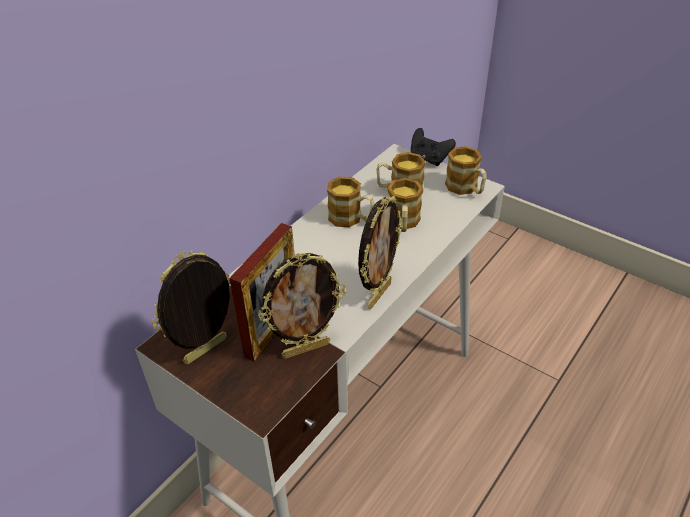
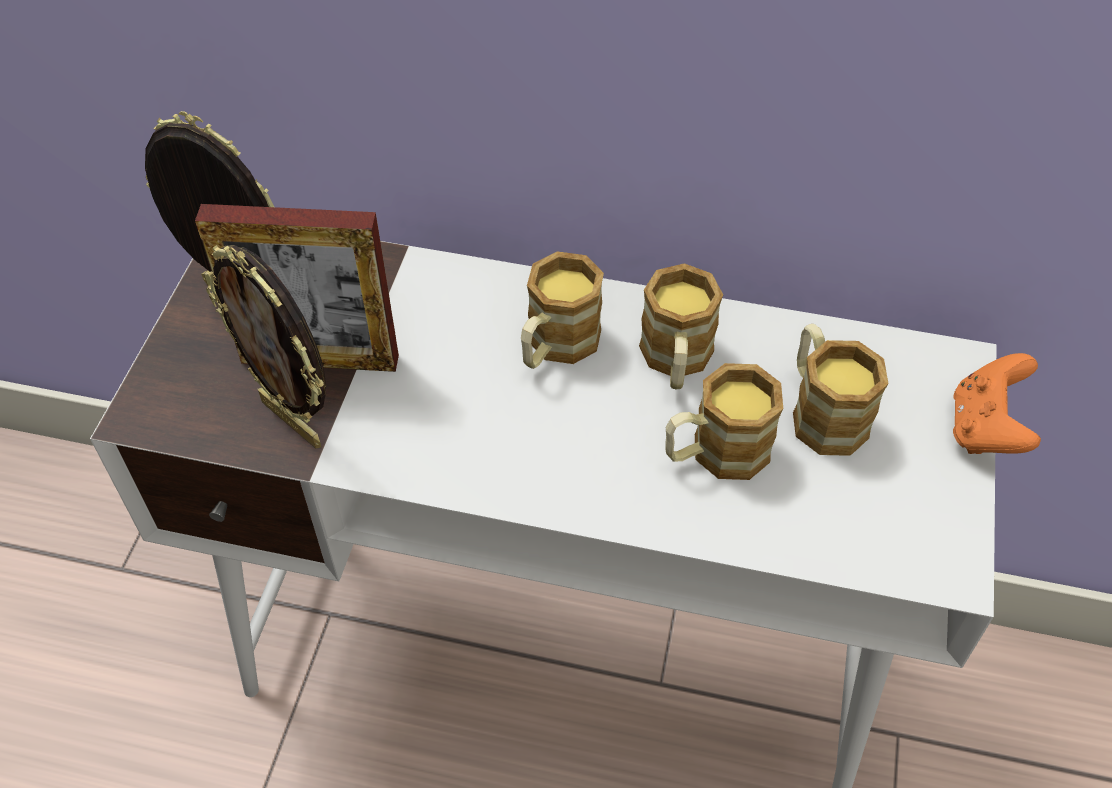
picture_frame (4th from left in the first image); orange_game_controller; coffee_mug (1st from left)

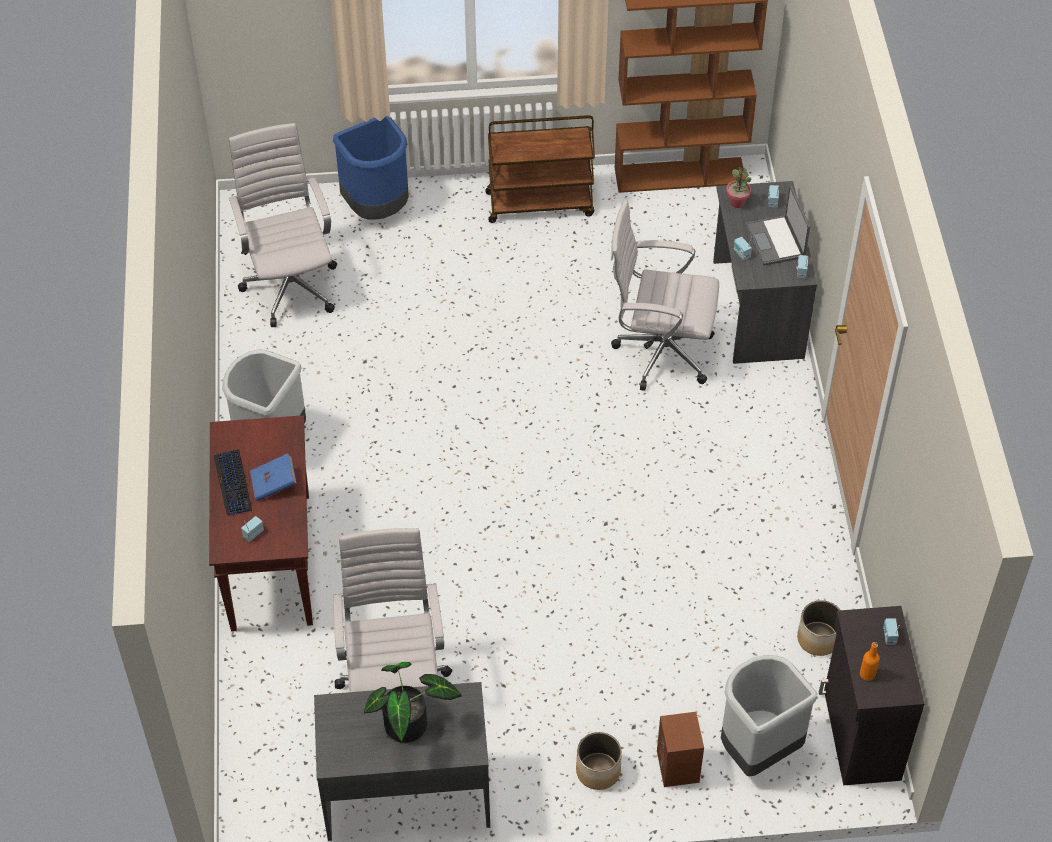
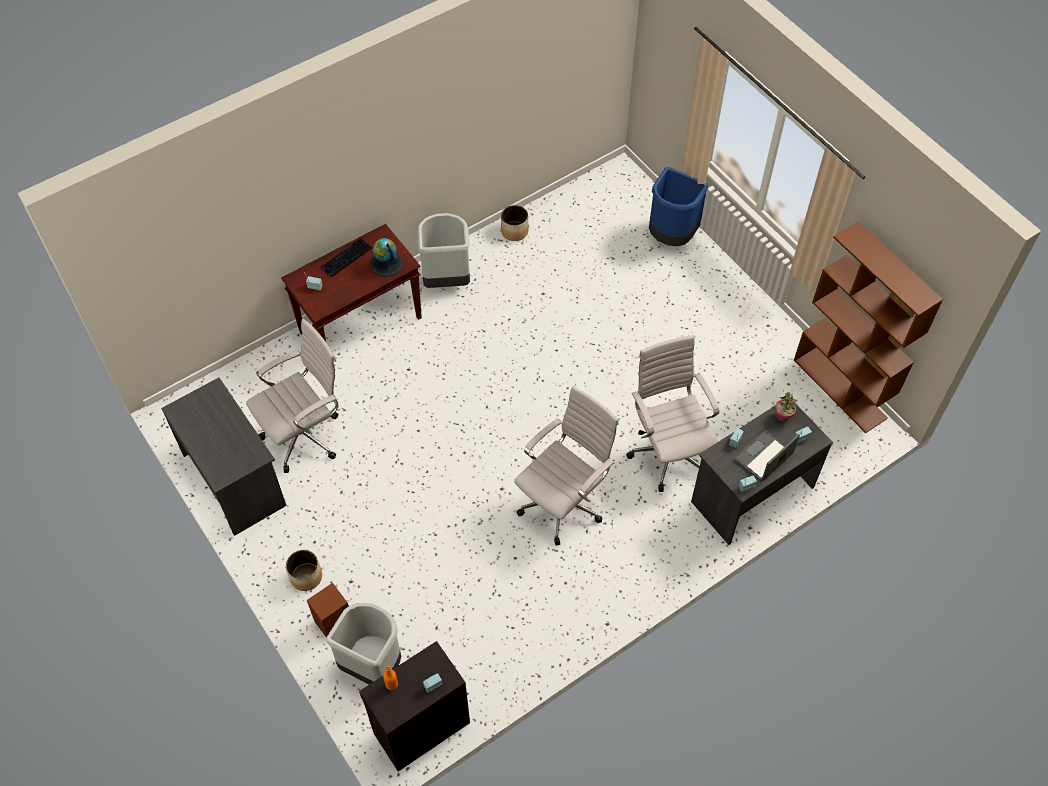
whitish_computer_chair (2nd from left); blue_volume; potted_plant (1st from left in the first image); brownish_cart; flower_pot (2nd from left); world_globe

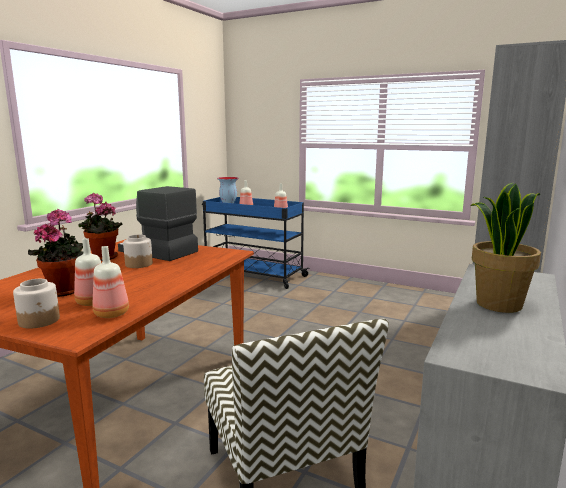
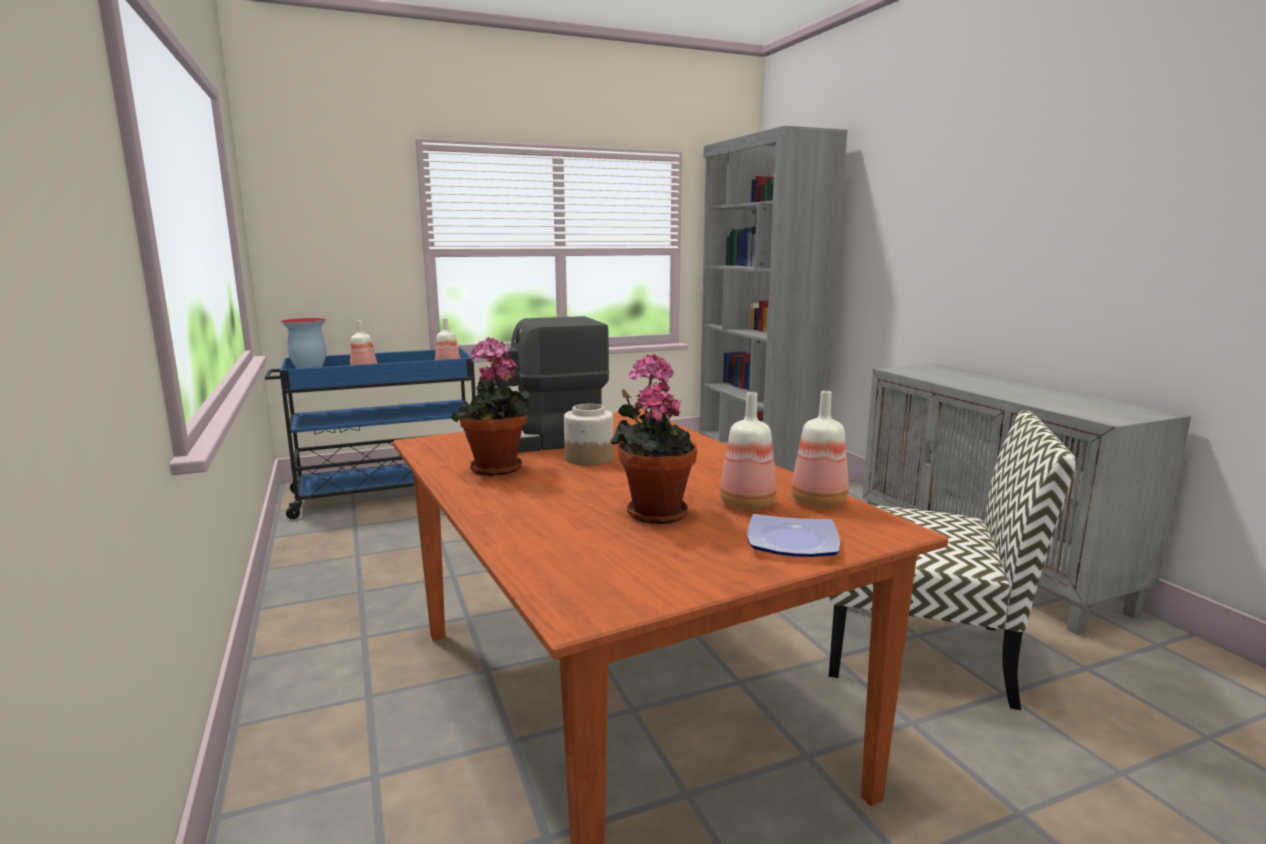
plate; potted_plant (3rd from left in the first image)

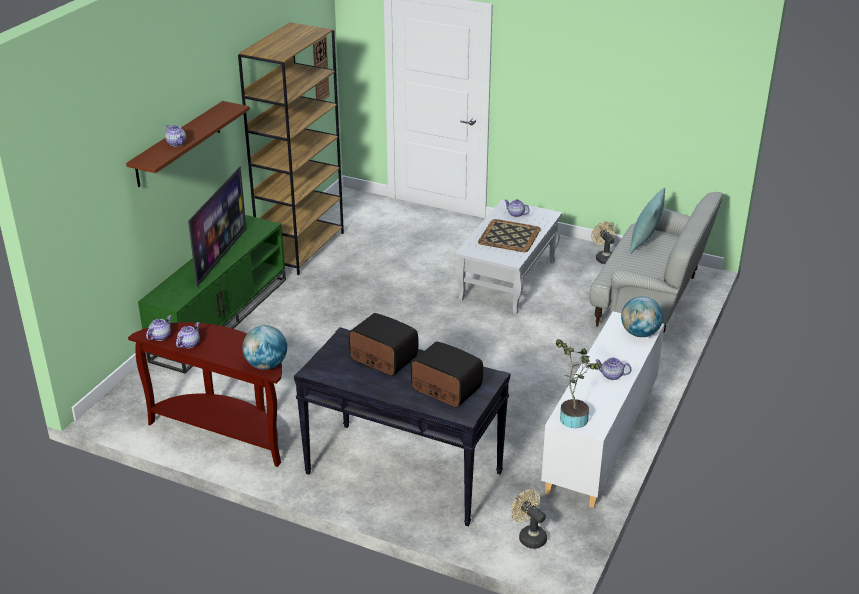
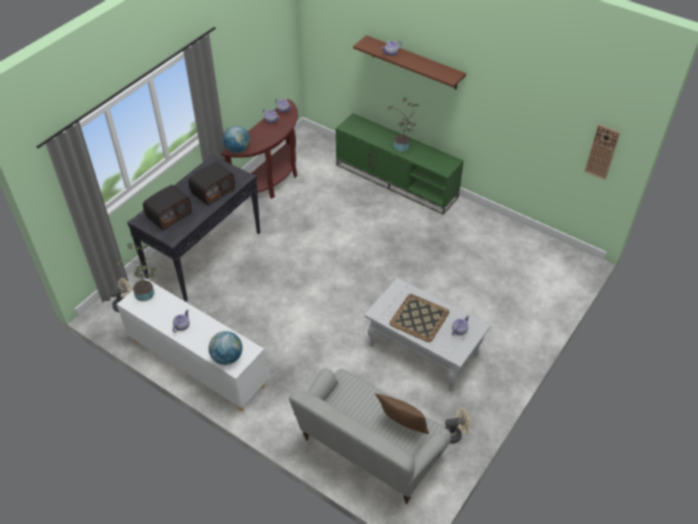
potted_plant (2nd from left); brownish_bookcase; brownish_pillow

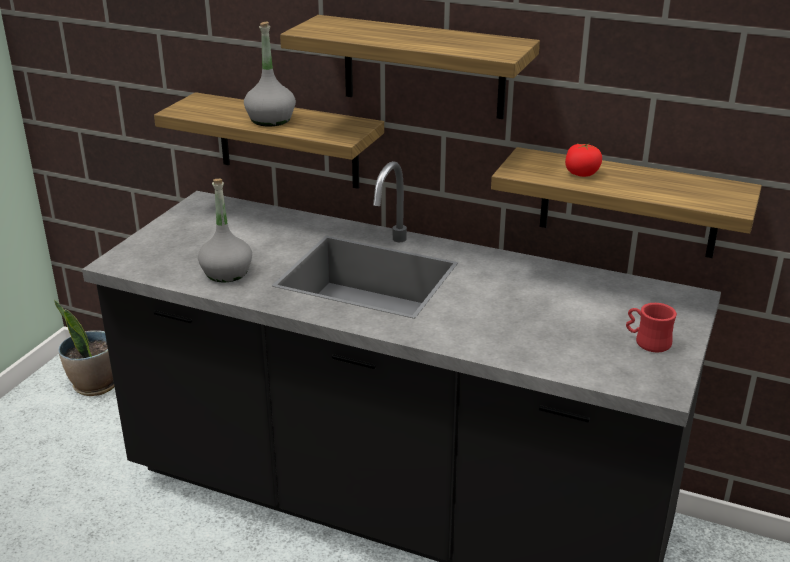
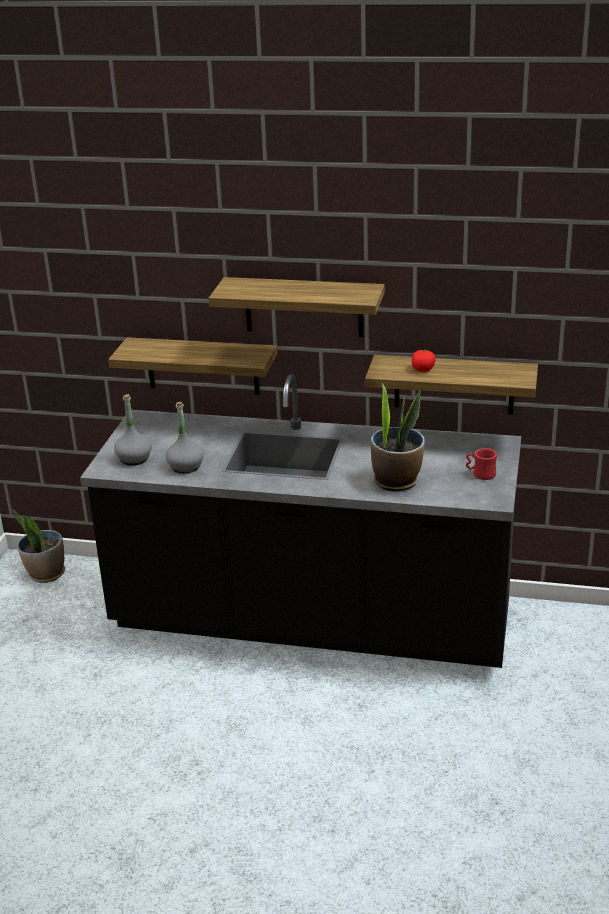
greyish_bottle (1st from left); potted_plant (2nd from left)

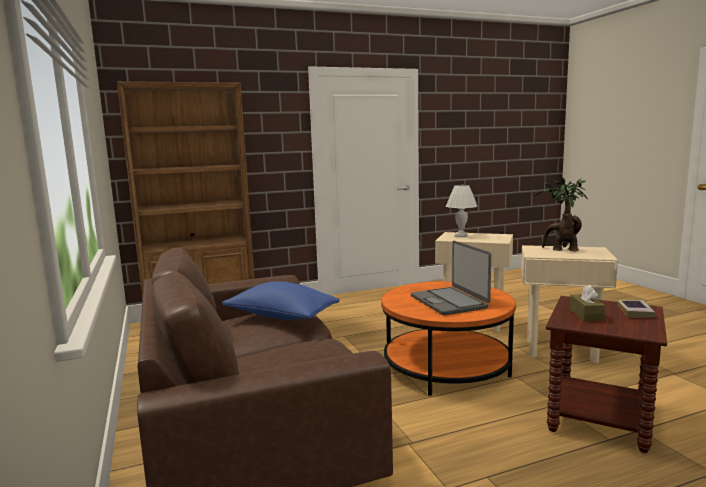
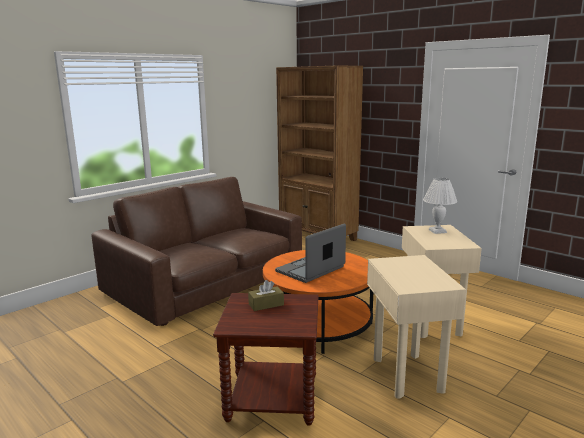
blue_pillow; potted_plant; volume

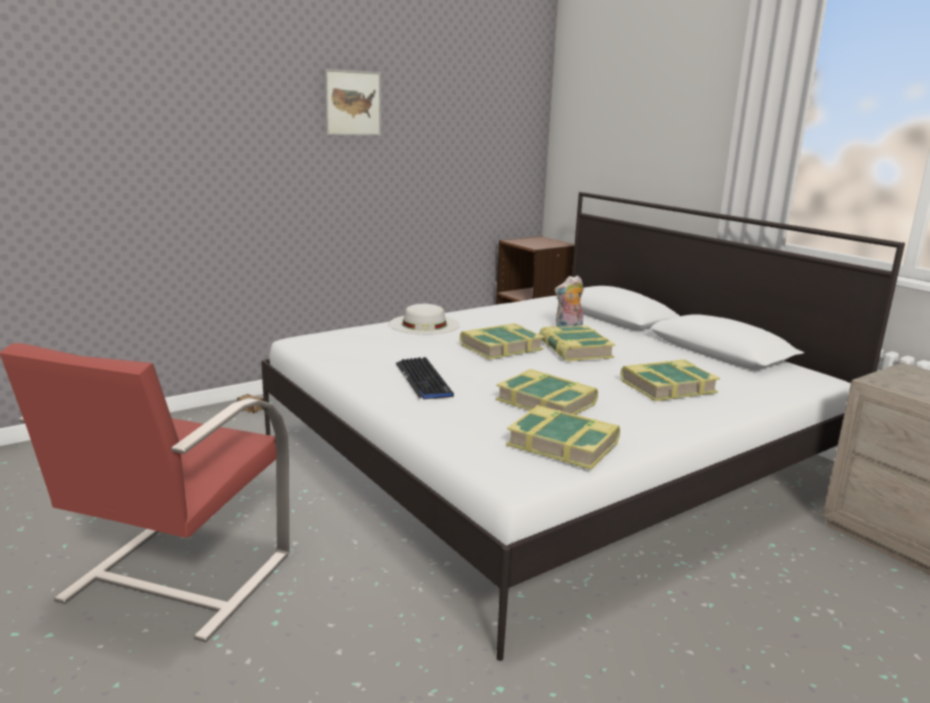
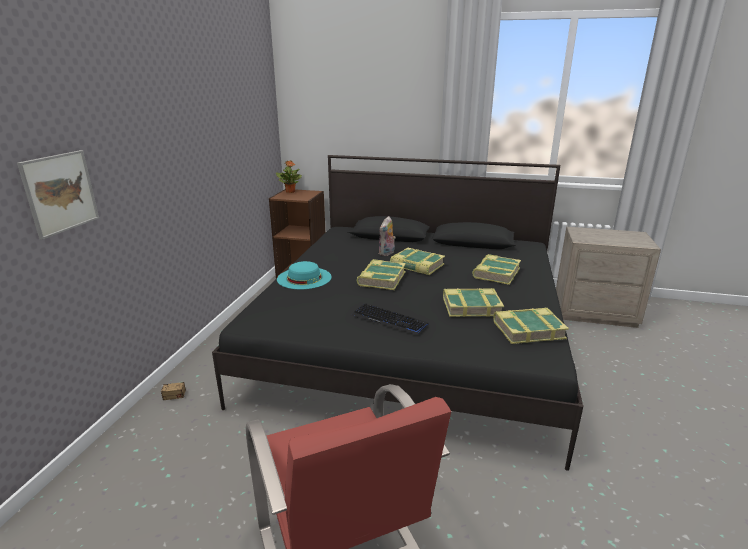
black_sleeping_bed; picture; turquoise-coloured_clothing_hat; potted_plant

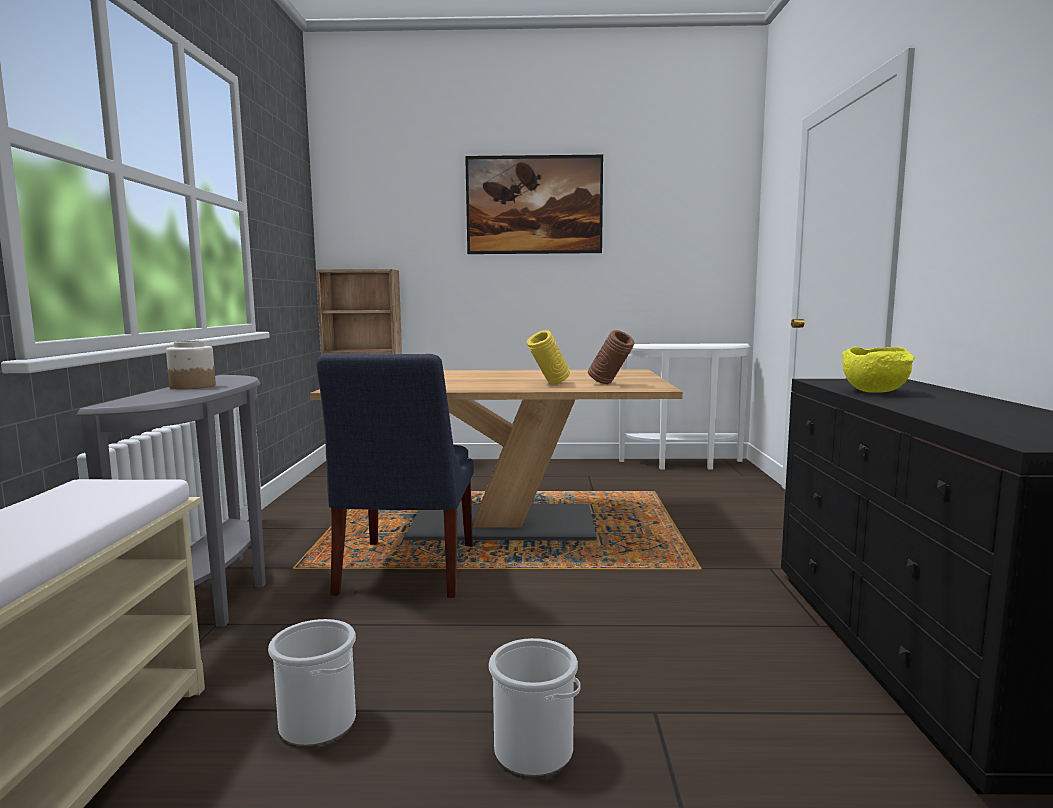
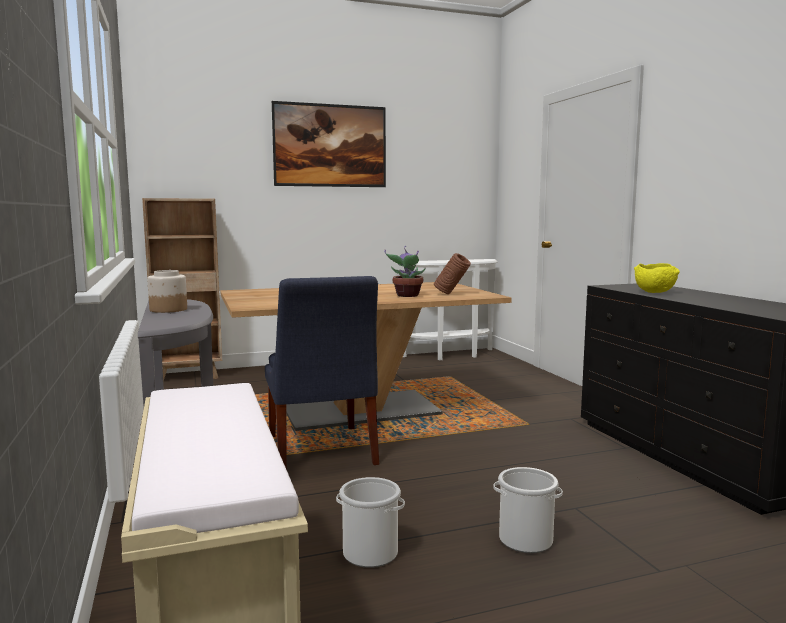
potted_plant

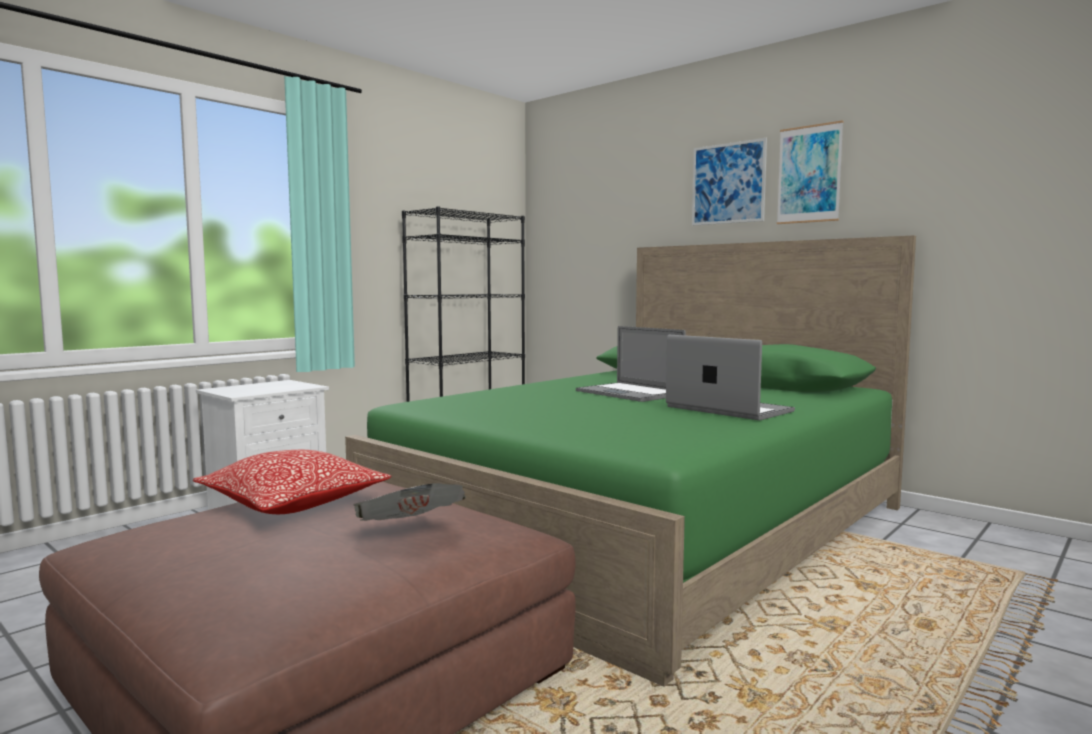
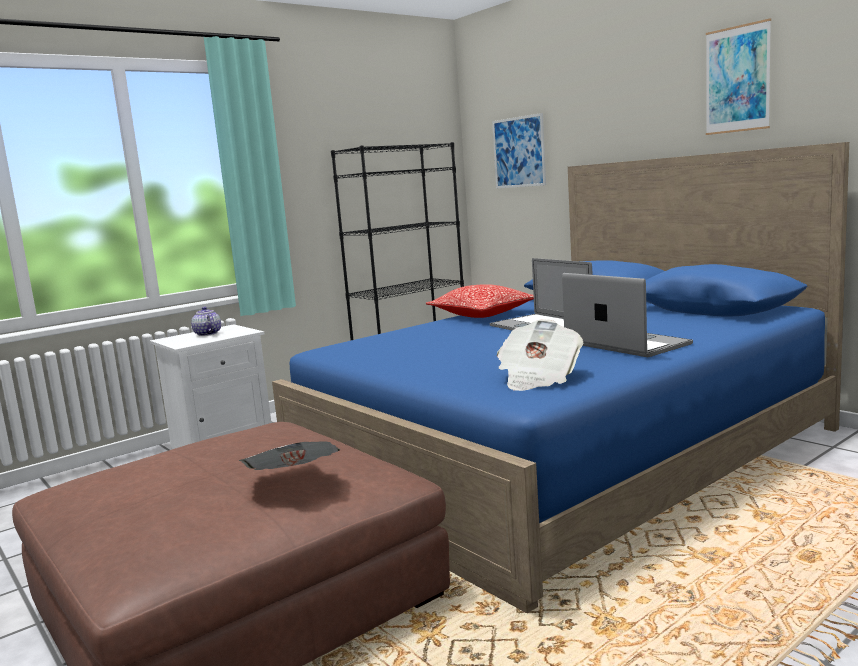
pillow; blue_sleeping_bed; picture (1st from left); tea_pot; daily_paper (2nd from left)

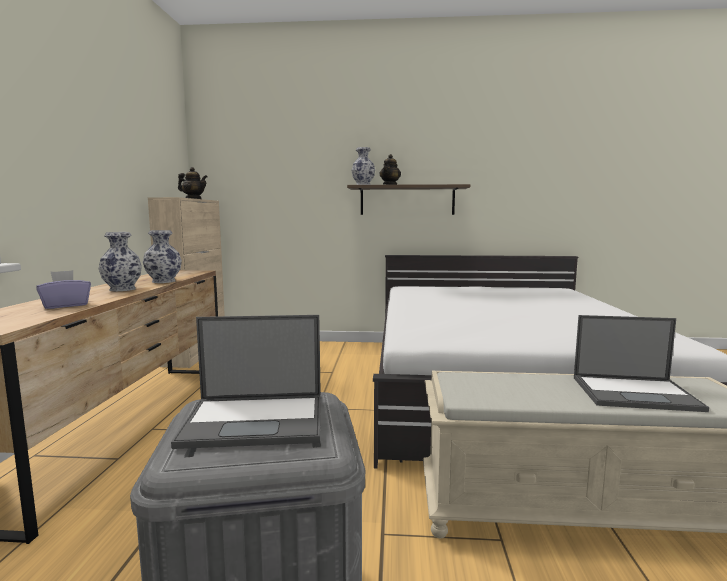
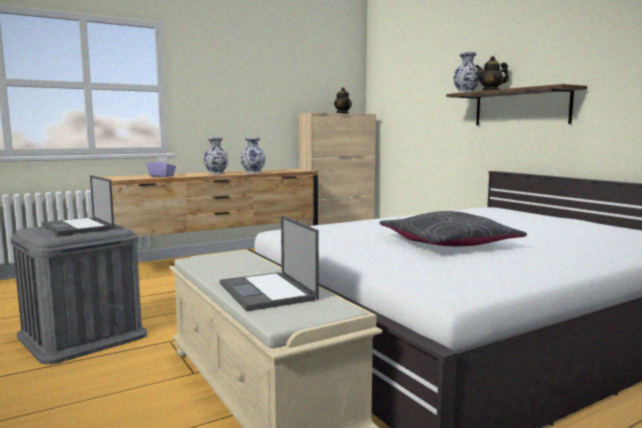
greyish_pillow

